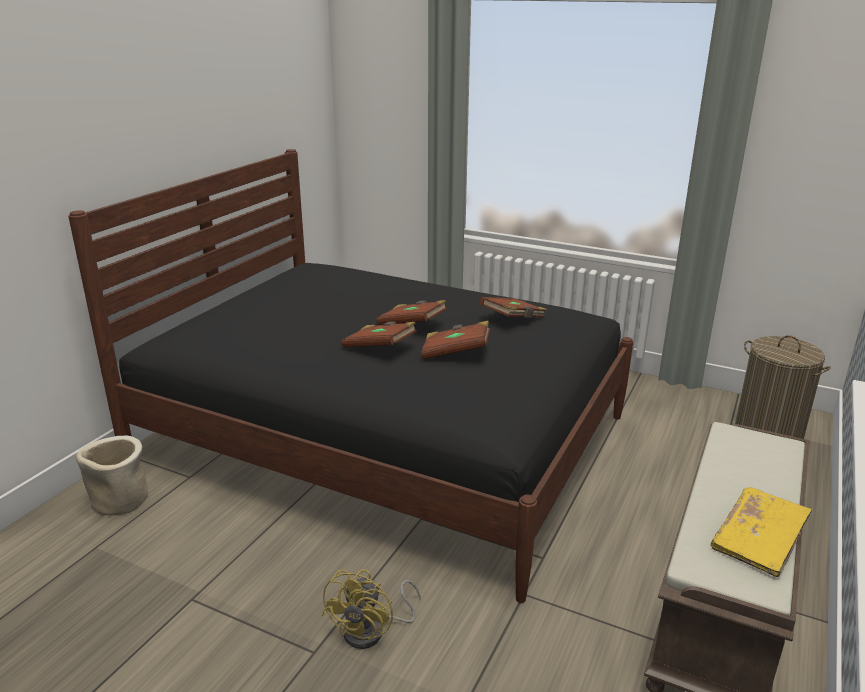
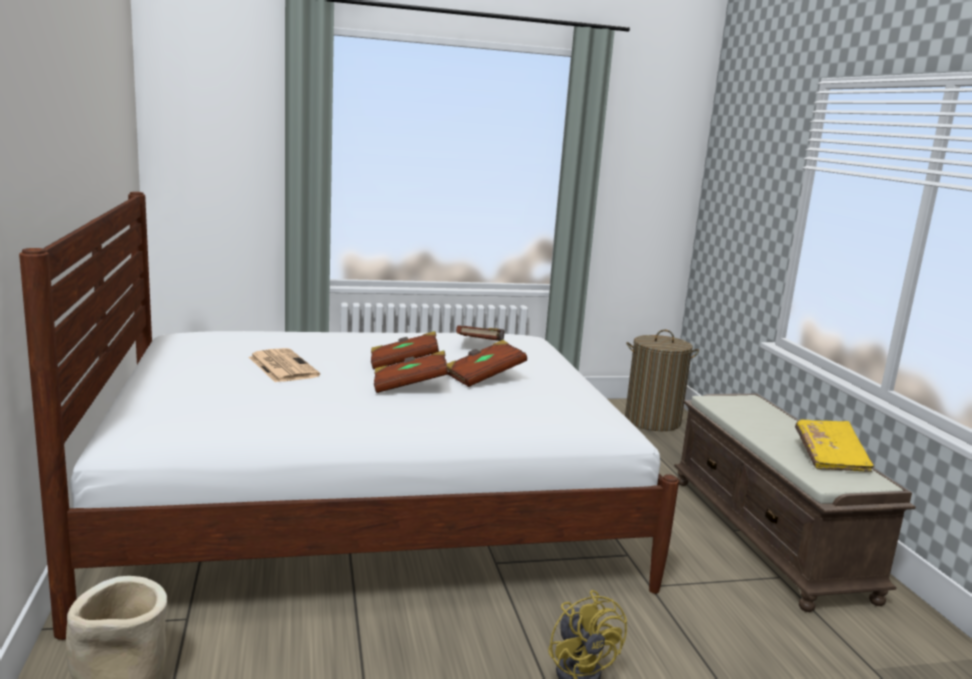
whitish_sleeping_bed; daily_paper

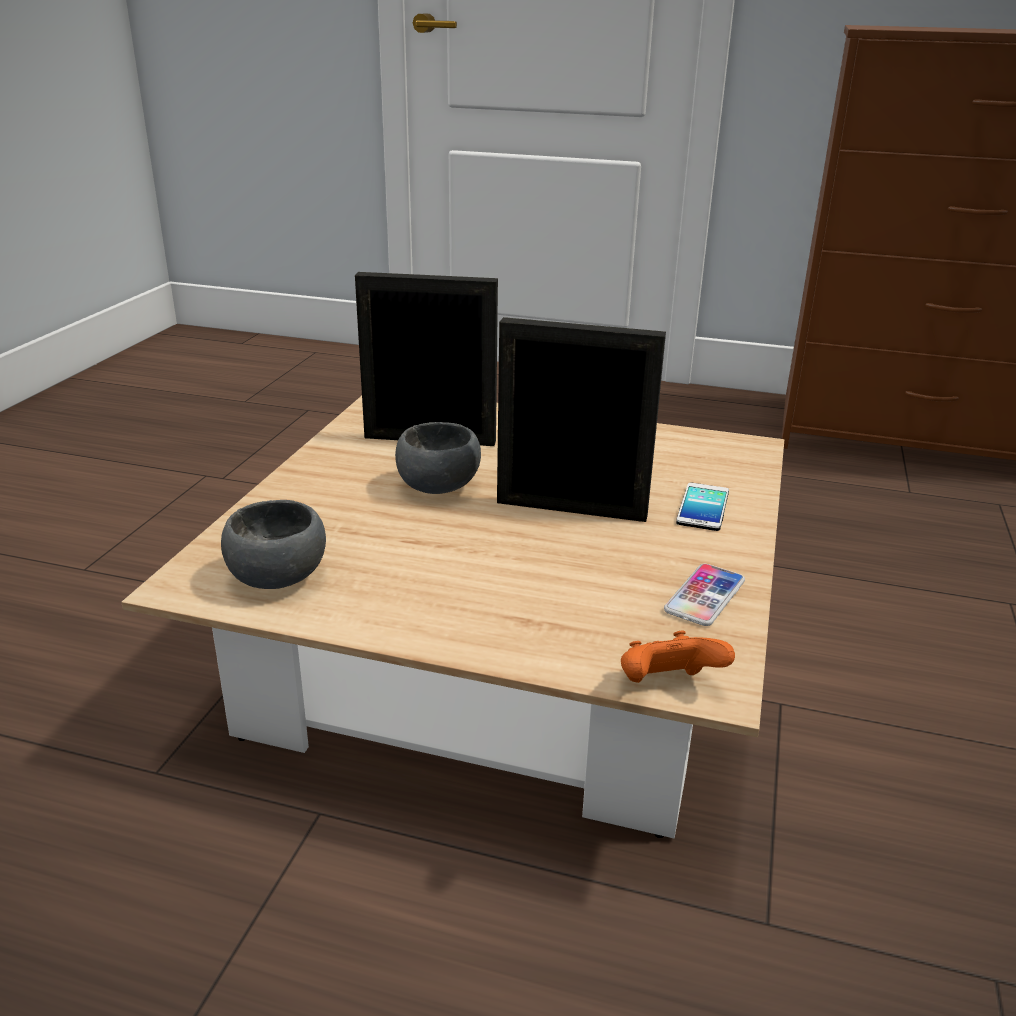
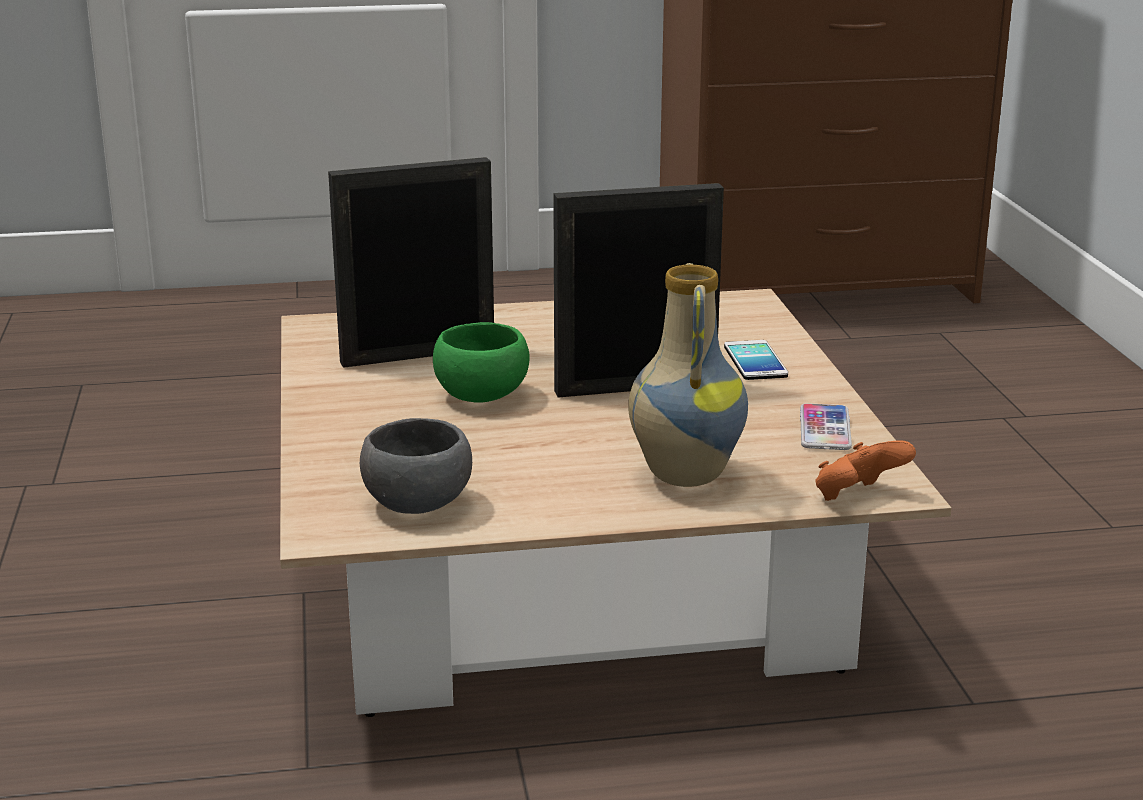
greenish_deep_dish; vase

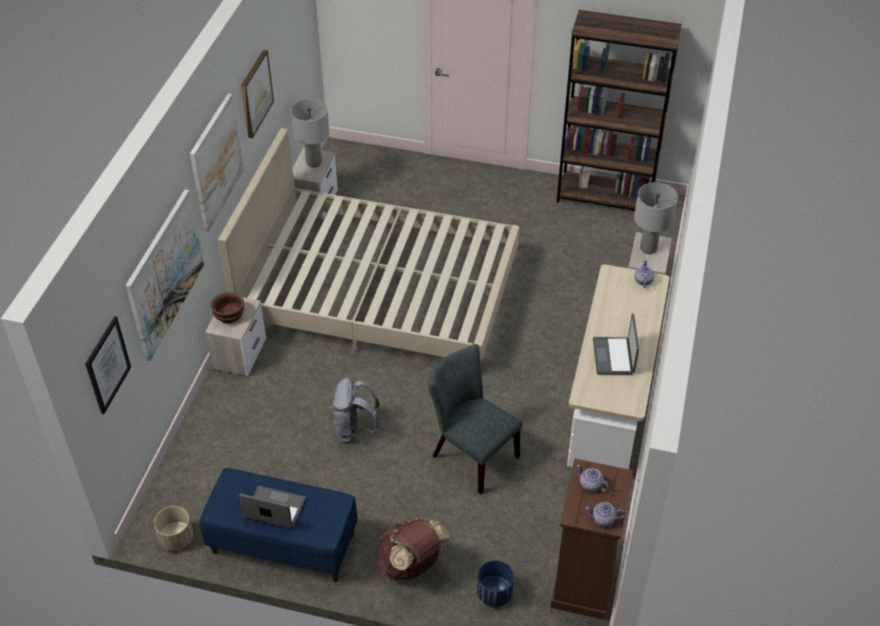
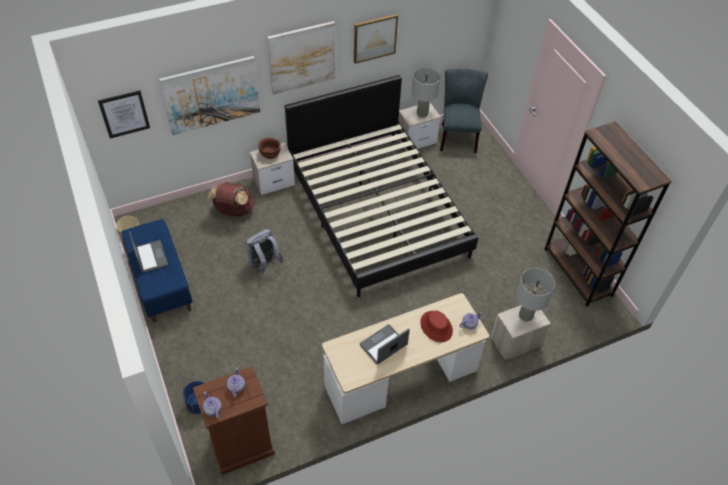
black_sleeping_bed; brownish_knapsack; greyish_chair; red_clothing_hat

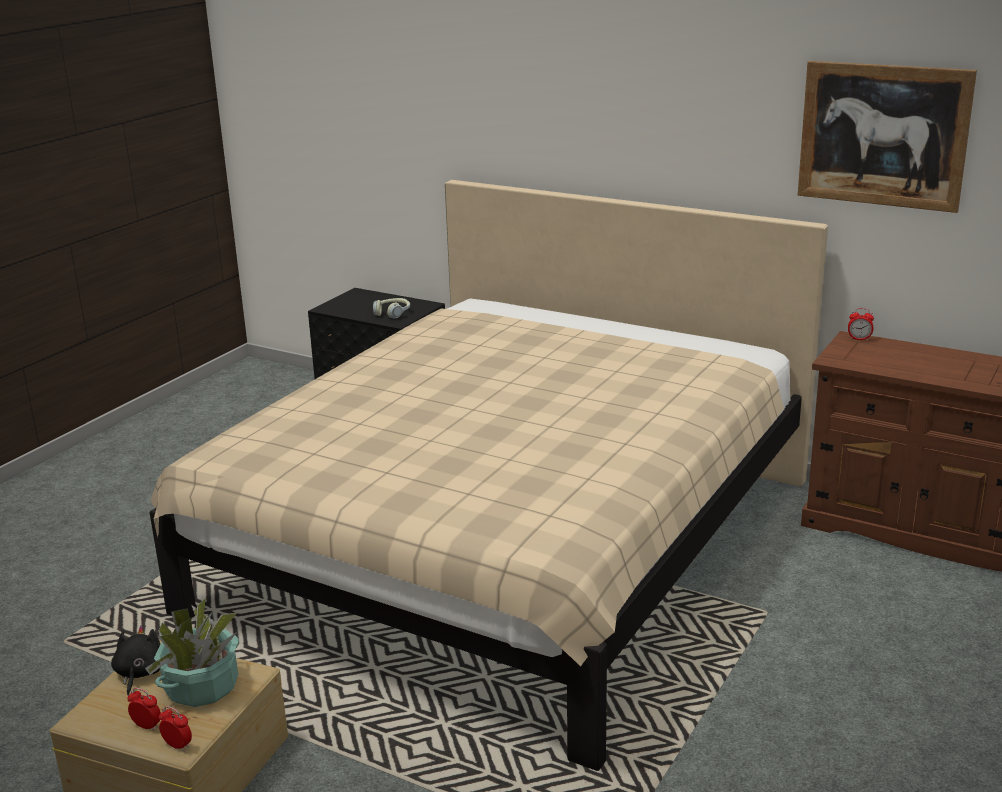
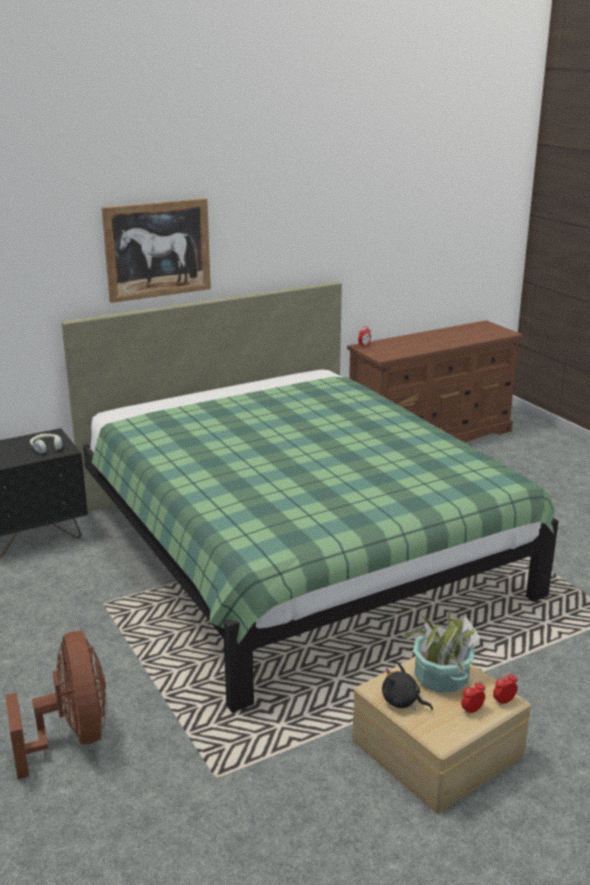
greenish_sleeping_bed; picture; brownish_electric_fan

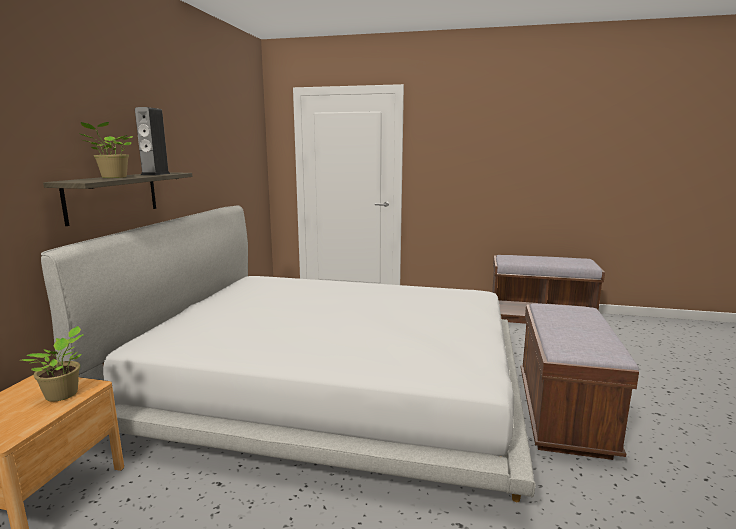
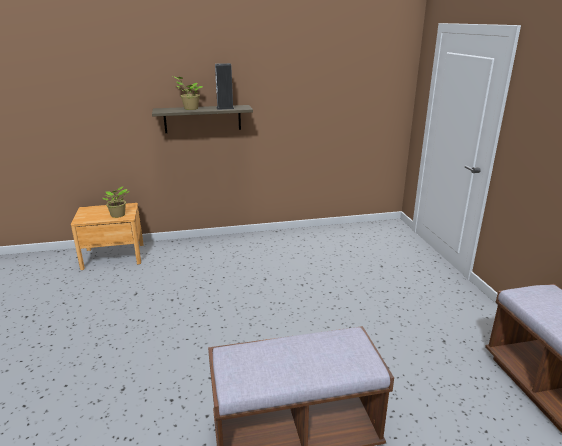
whitish_sleeping_bed

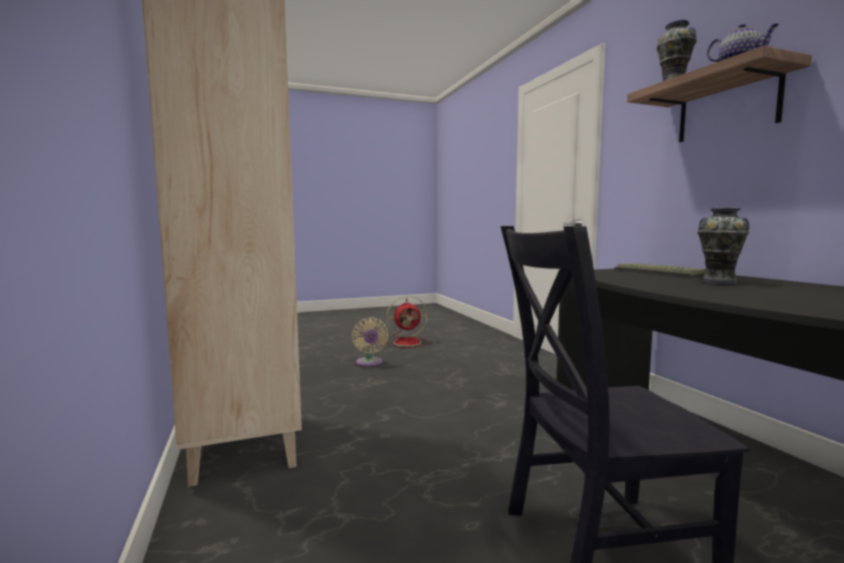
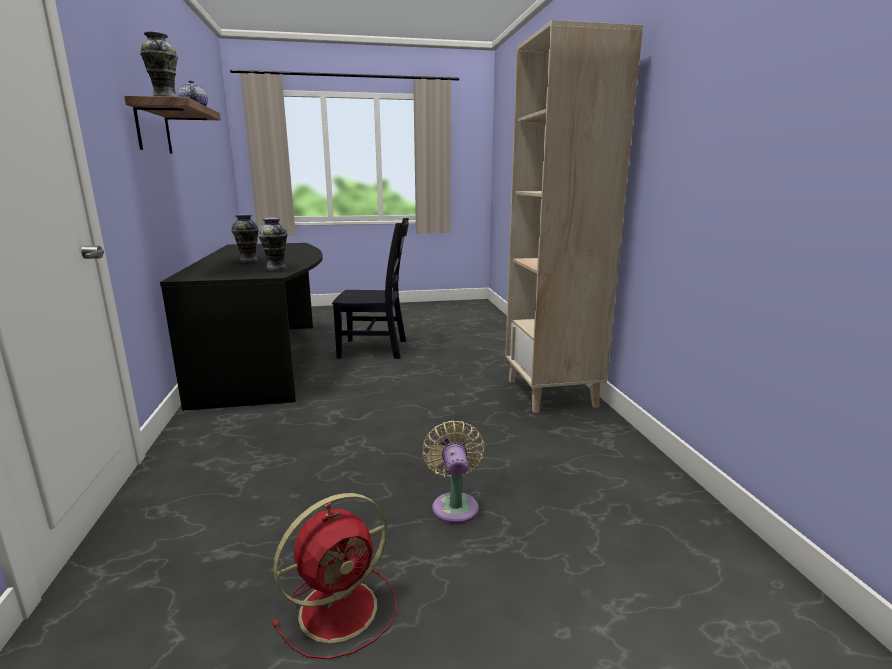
red_electric_fan; keyboard; vase (3rd from left)

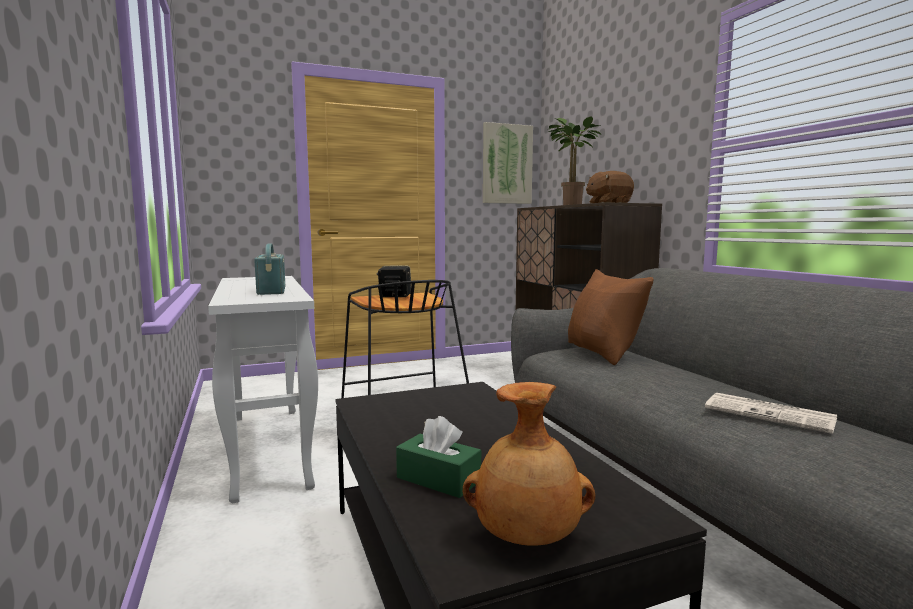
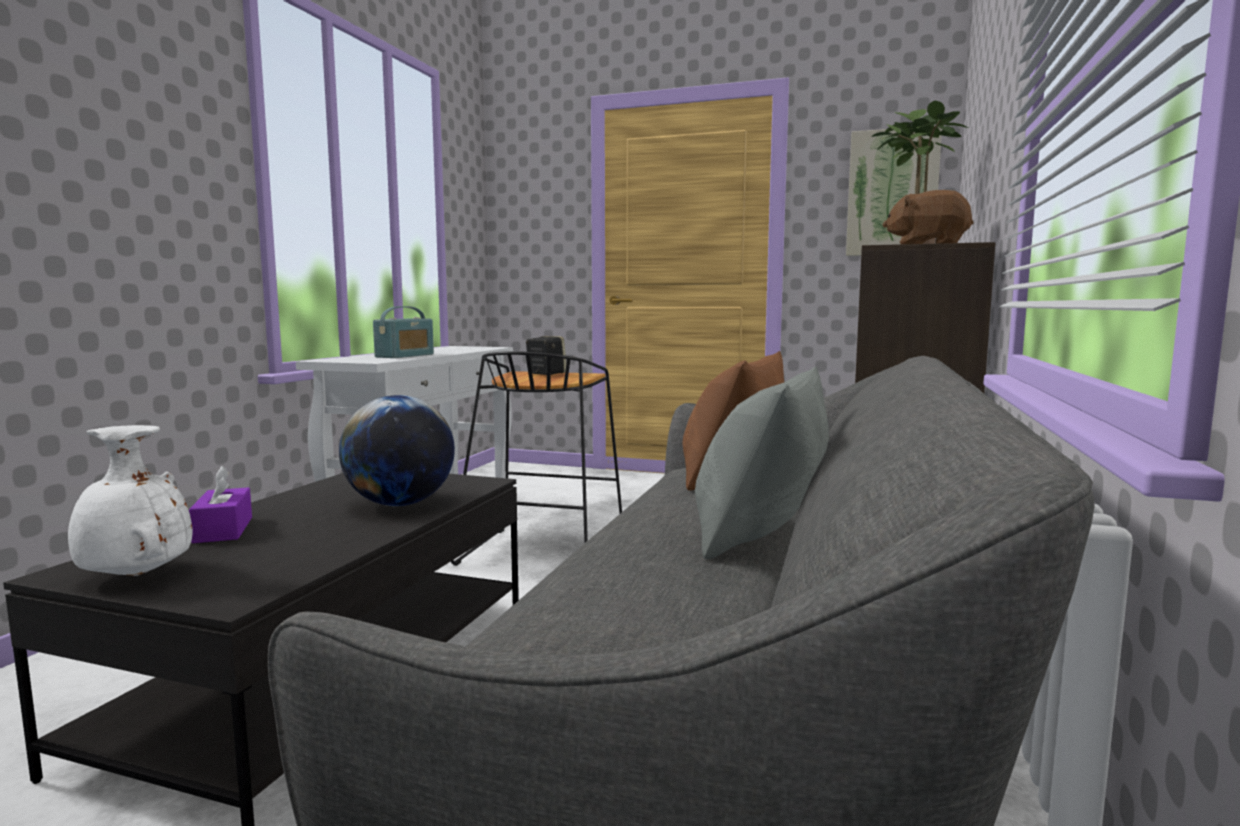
purple-coloured_tissue_holder; whitish_vase; daily_paper; world_globe; greyish_pillow

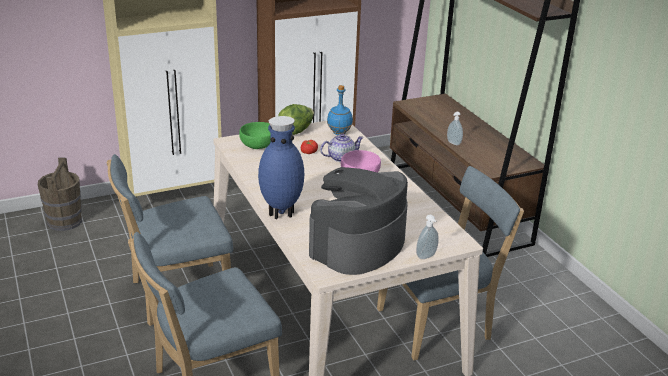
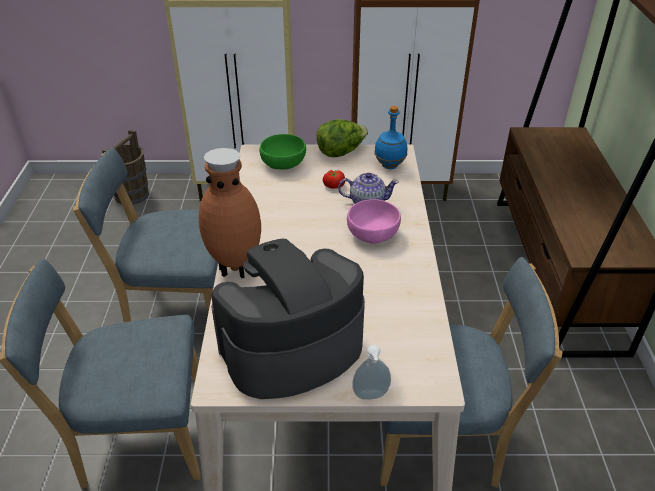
brownish_vase; liquid_soap_bottle (2nd from left in the first image)

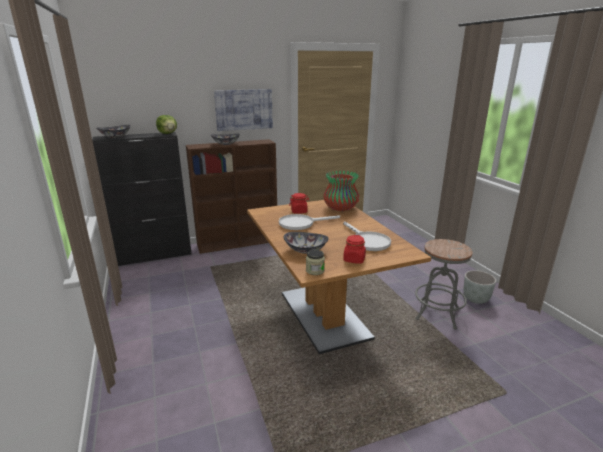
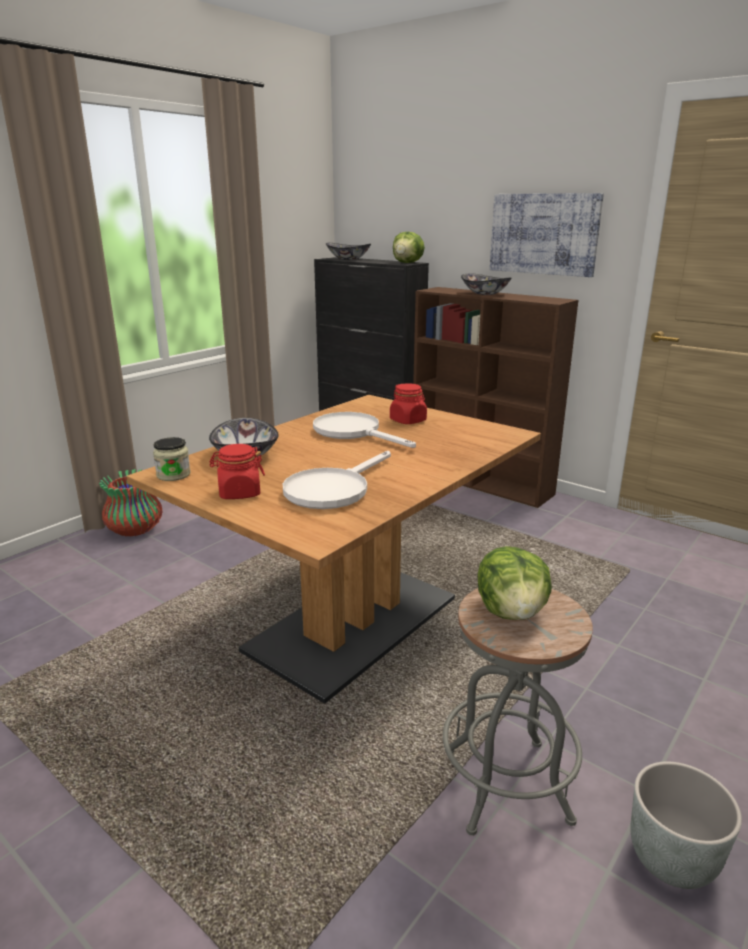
vase; lettuce_head (2nd from left)

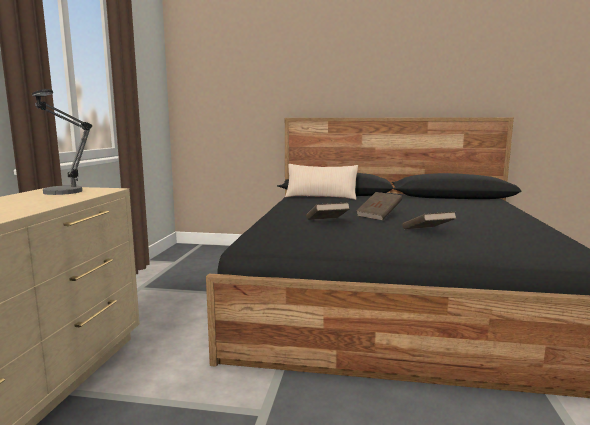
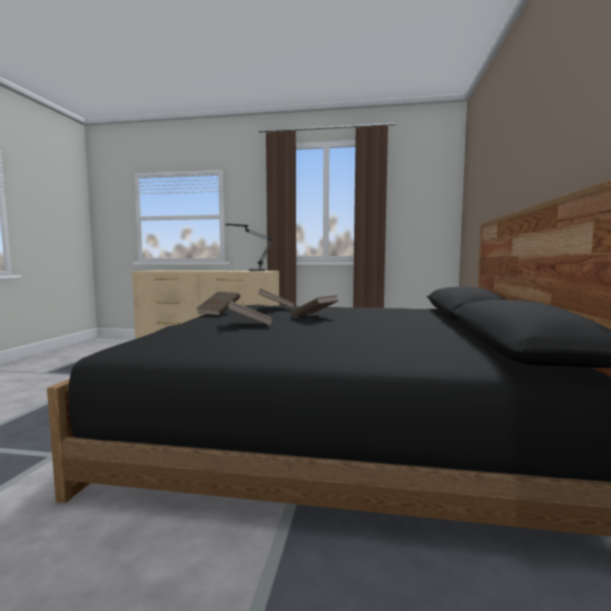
beige_pillow; brownish_volume (1st from left)

